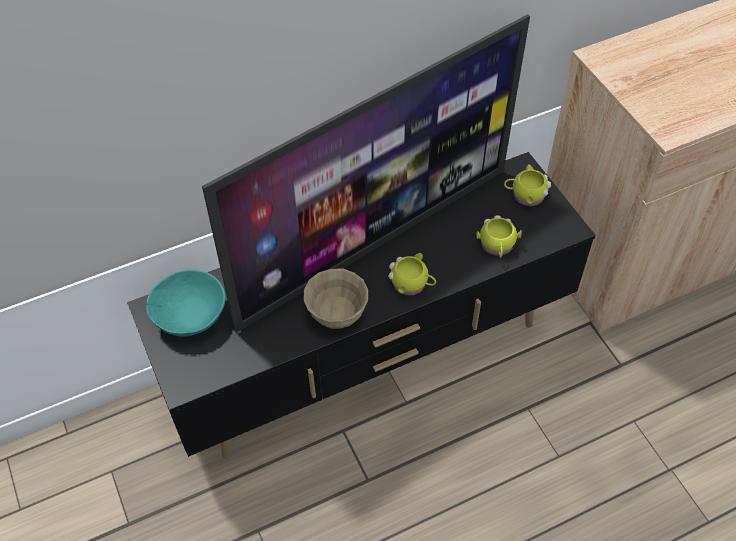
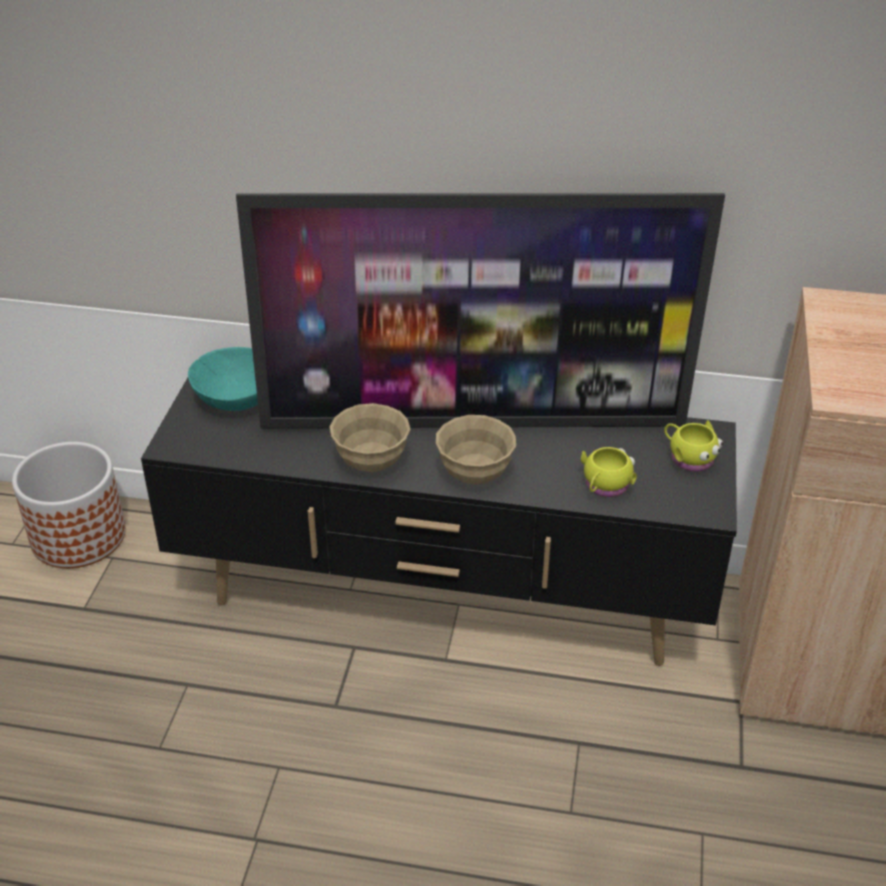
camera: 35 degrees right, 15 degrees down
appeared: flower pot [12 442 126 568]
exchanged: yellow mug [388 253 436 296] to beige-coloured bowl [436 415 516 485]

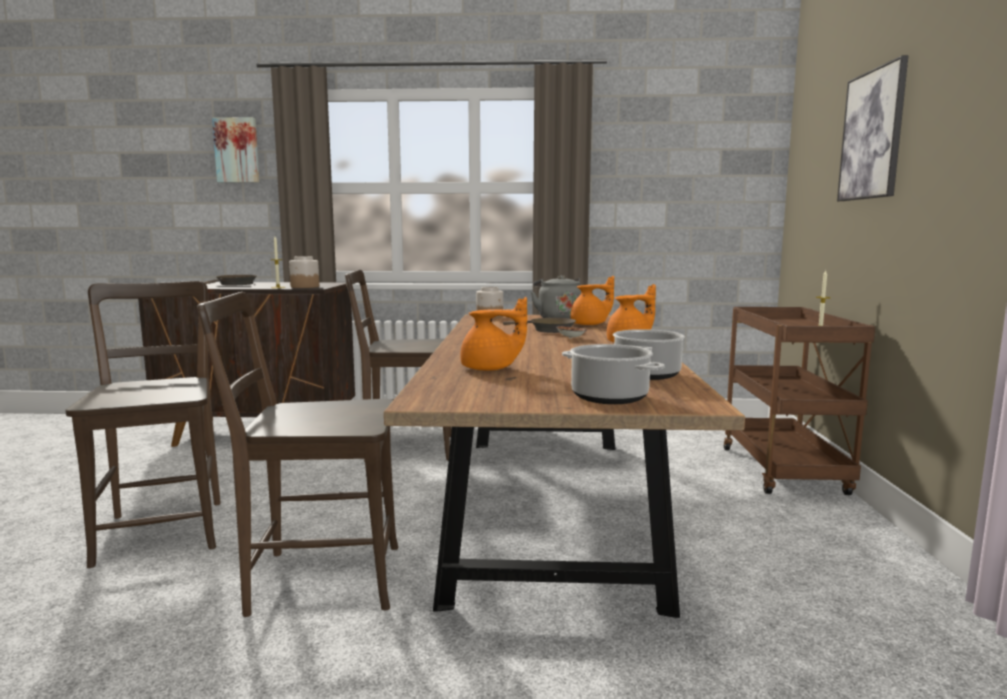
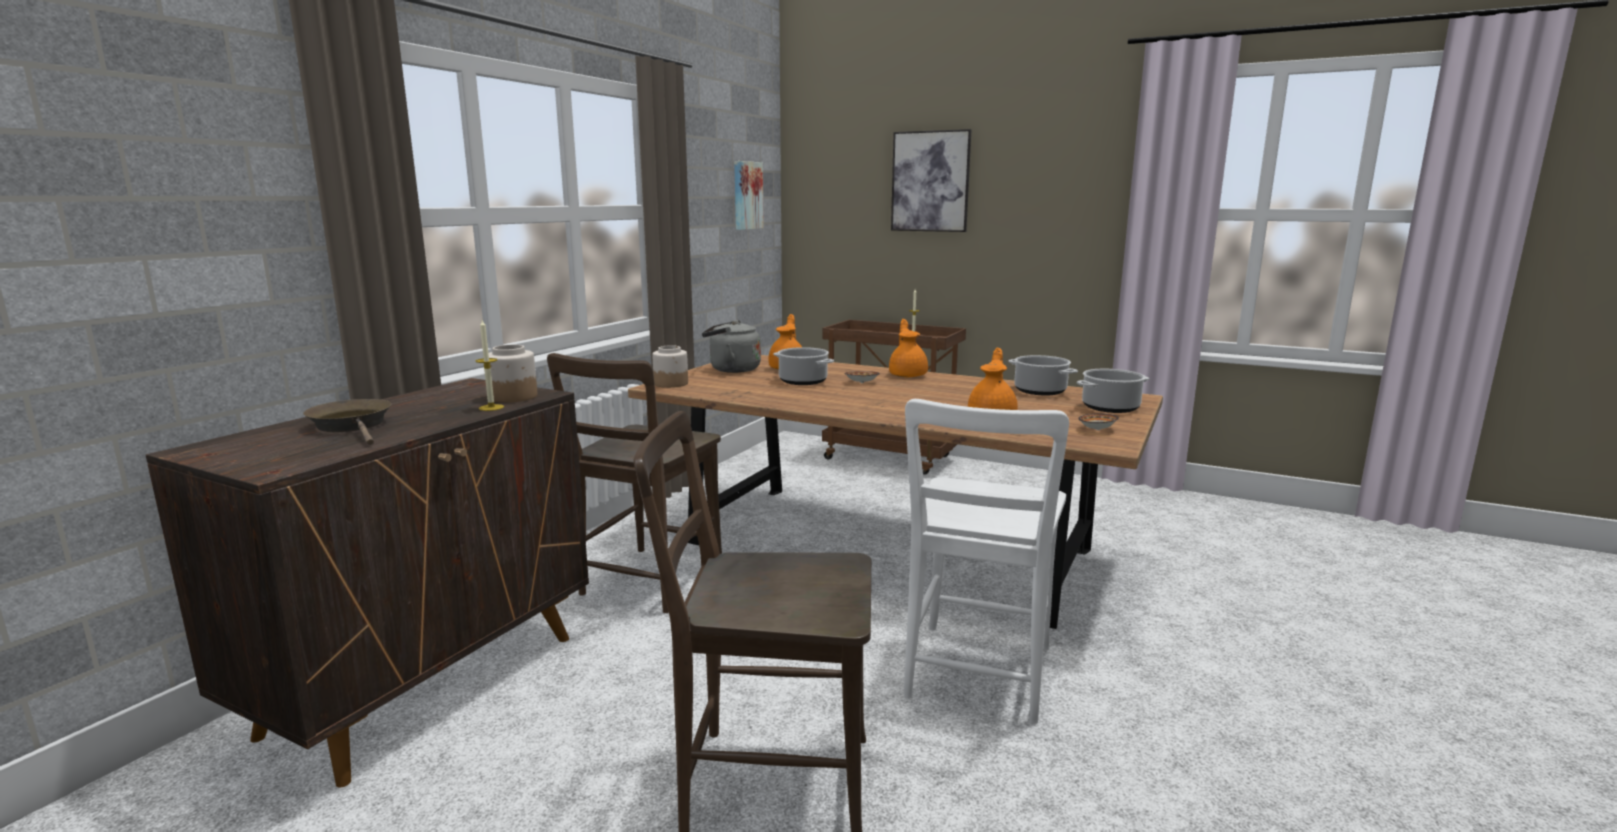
camera: 65 degrees left, 5 degrees up
appeared: bowl [1078 413 1119 430]
relocated: wall art [212 117 259 183] to [734 161 764 230]
exchanged: brownish pan [503 318 576 333] to cooking pot [774 347 834 385]
colour: brownish upright chair [197 292 398 617] to white-coloured upright chair [904 399 1069 724]

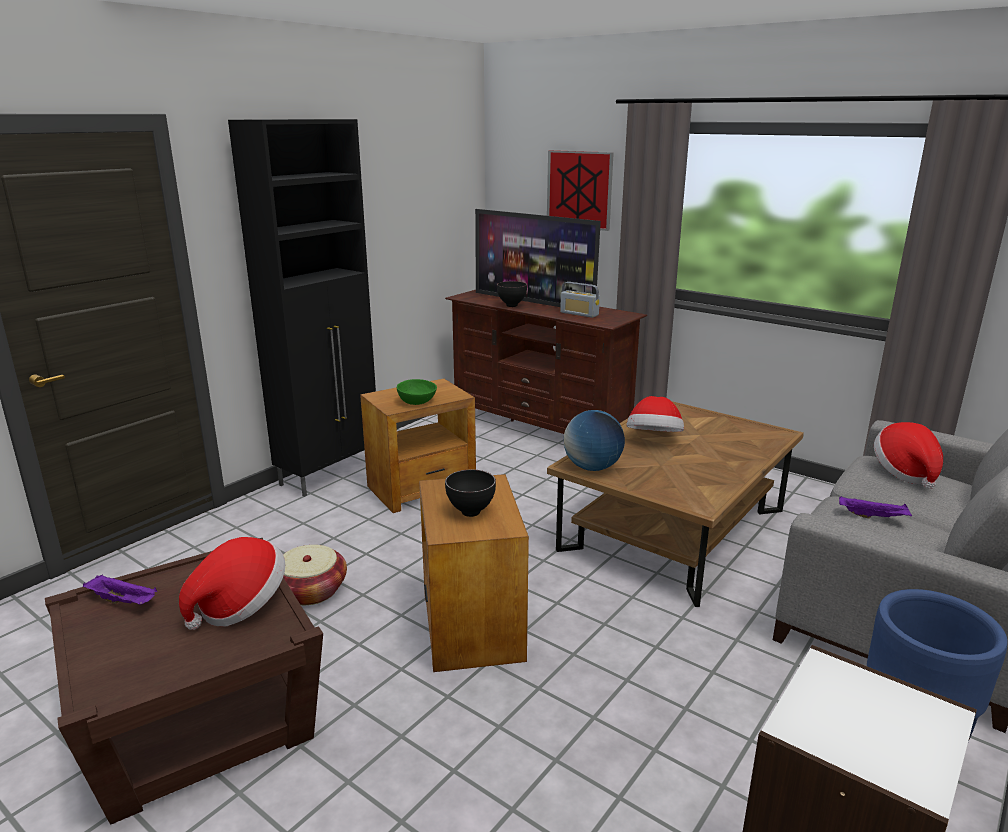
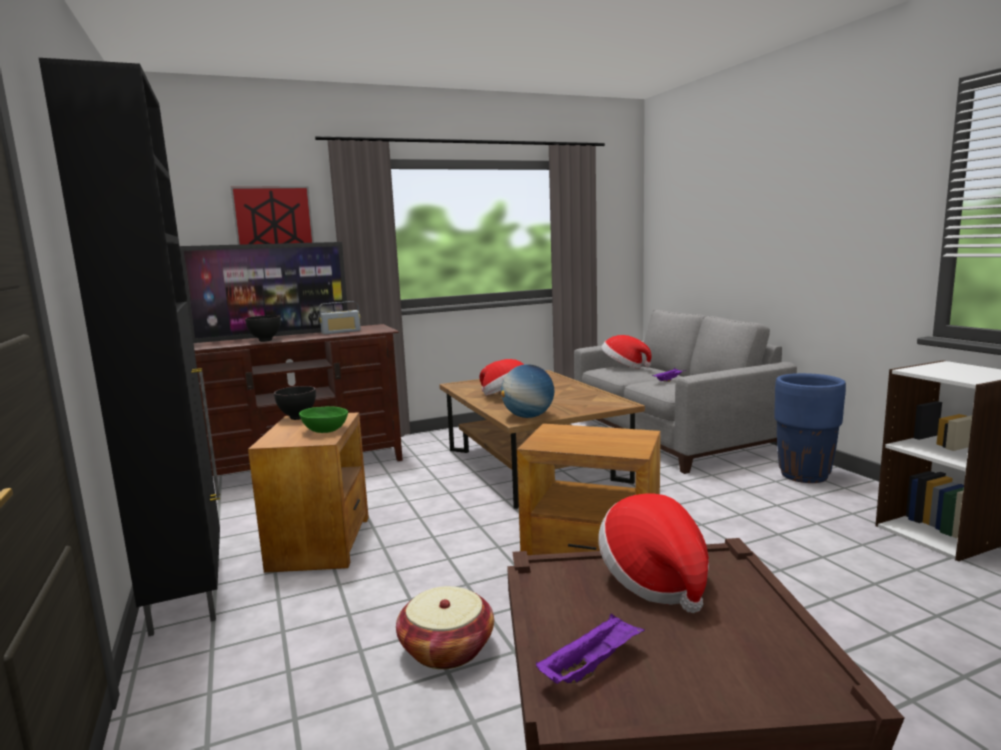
camera: 60 degrees left, 10 degrees down
relocated: black bowl [445 469 496 517] to [274 386 316 420]

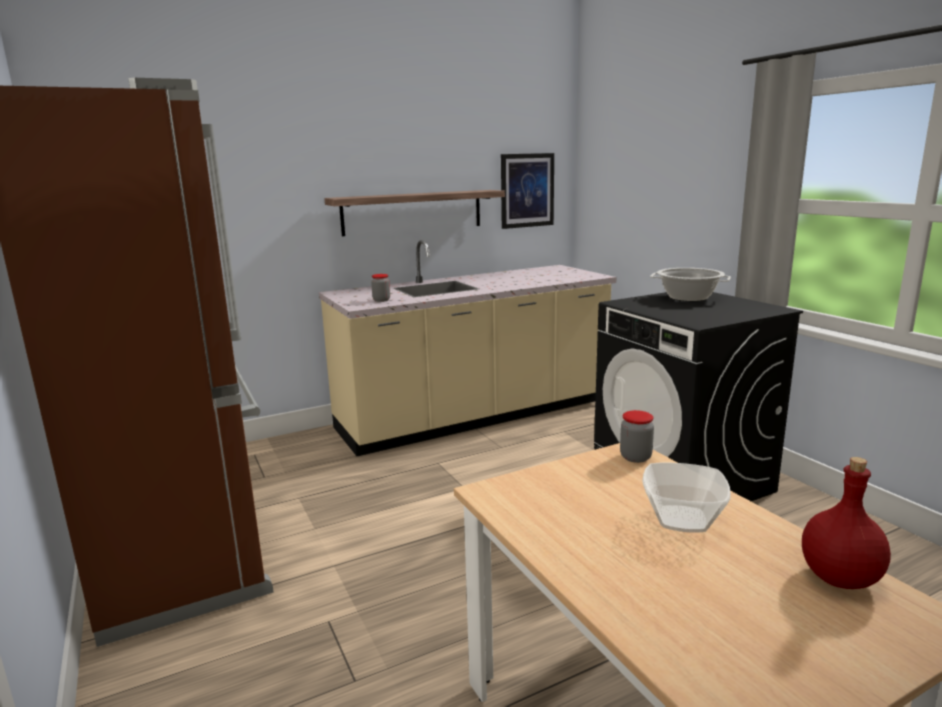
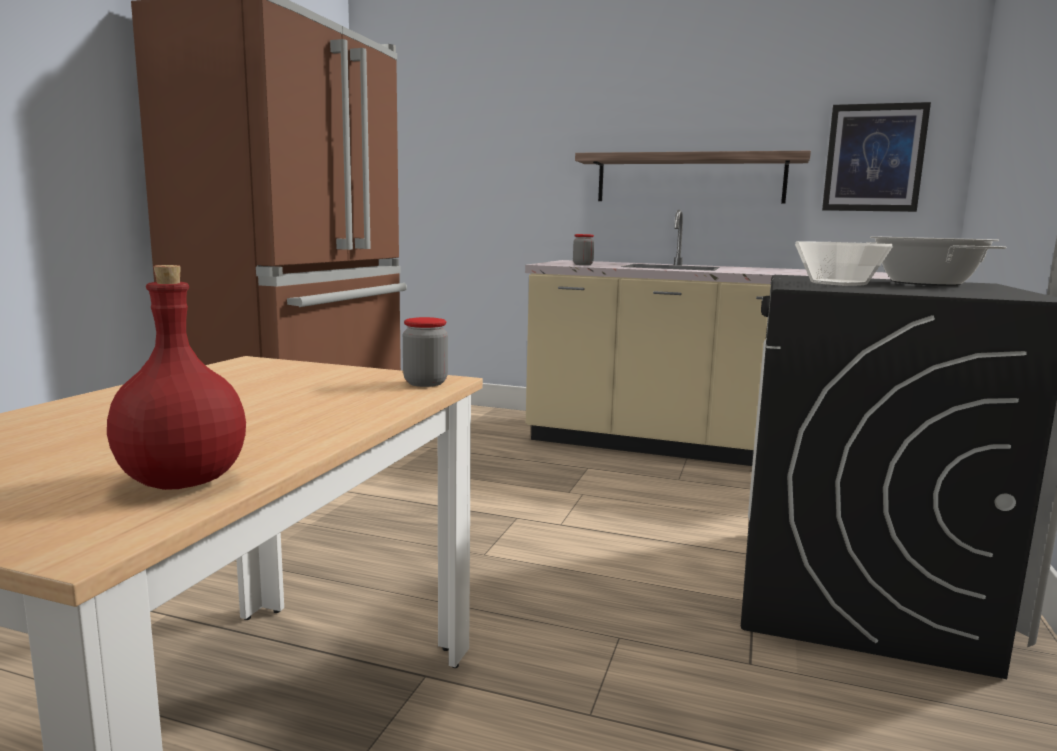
camera: 45 degrees right, 5 degrees down
relocated: bowl [642 463 731 532] to [795 241 893 286]

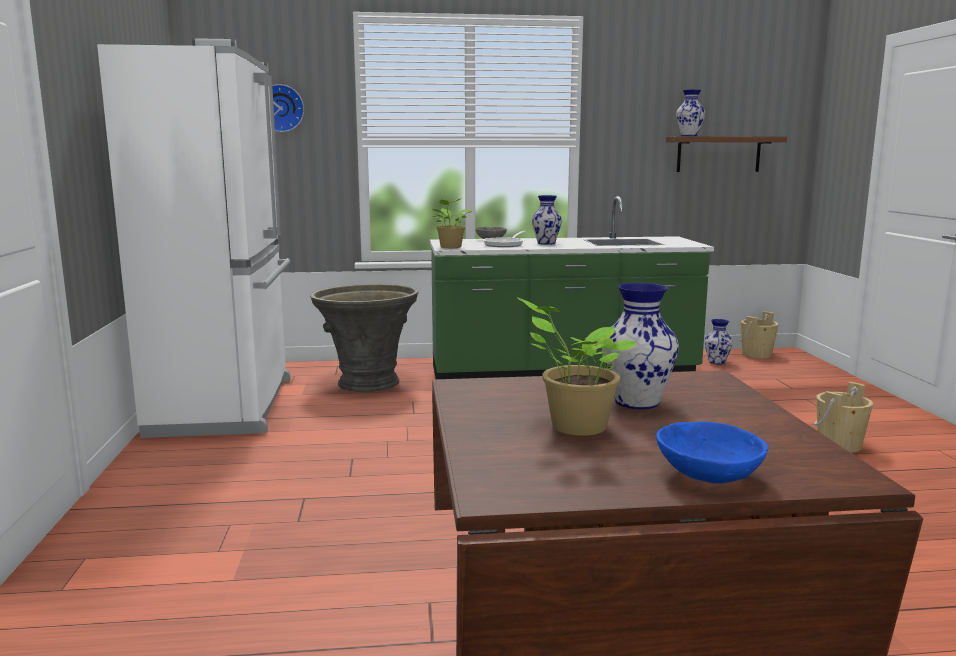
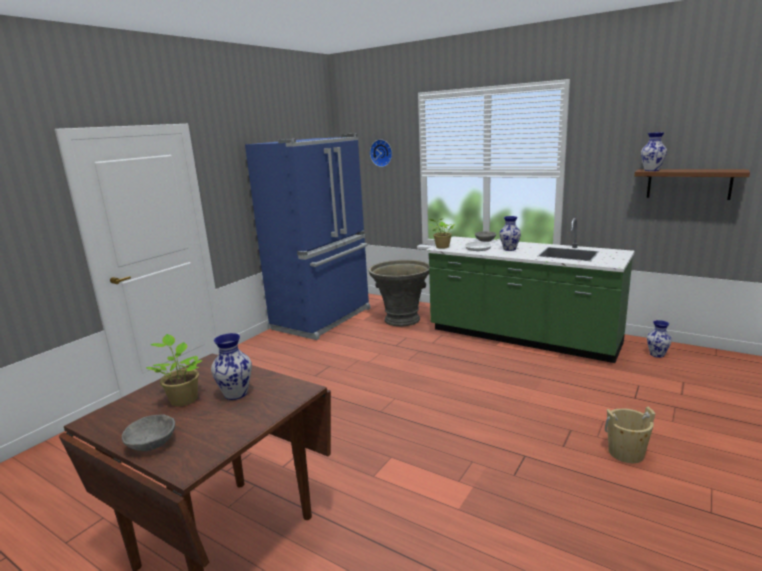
camera: 40 degrees right, 5 degrees up
missing: beige-coloured pail [740 311 779 358]
colour: blue-coloured bowl [656 421 768 483] to greyish bowl [122 414 175 451]; white-coloured fridge [97 38 290 438] to blue-coloured fridge [245 134 371 340]

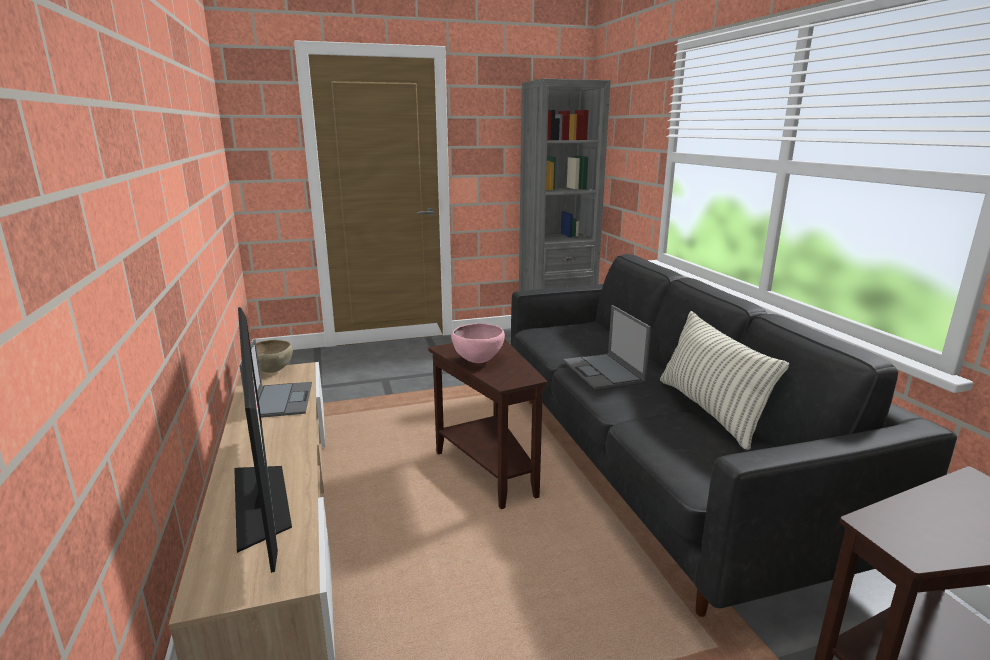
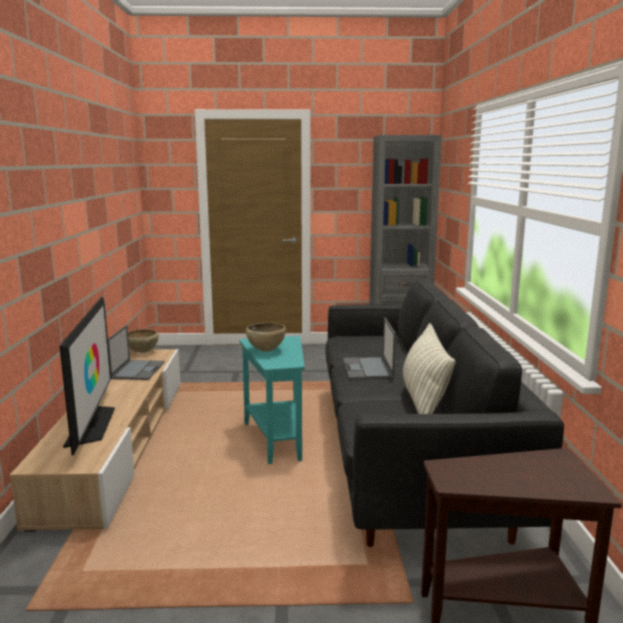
camera: 15 degrees right, 5 degrees down
colour: brownish end table [428 338 547 509] to blue-green end table [239 336 305 464]; pinkish bowl [451 323 505 363] to brownish bowl [246 323 286 352]

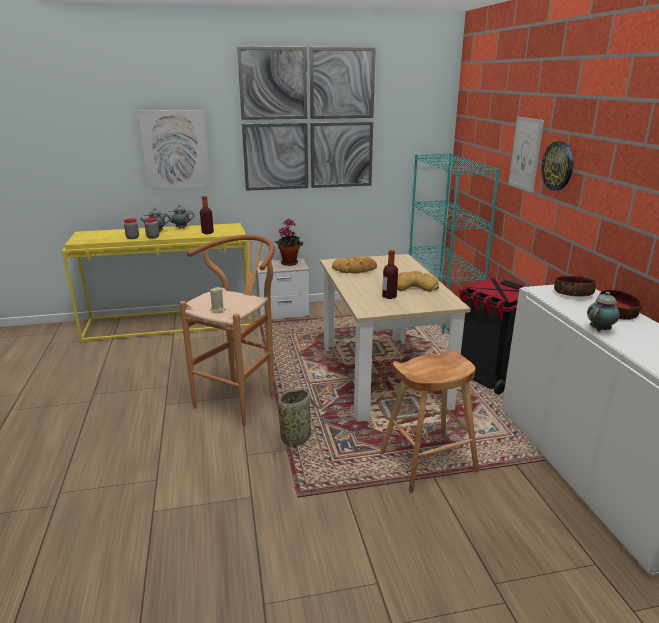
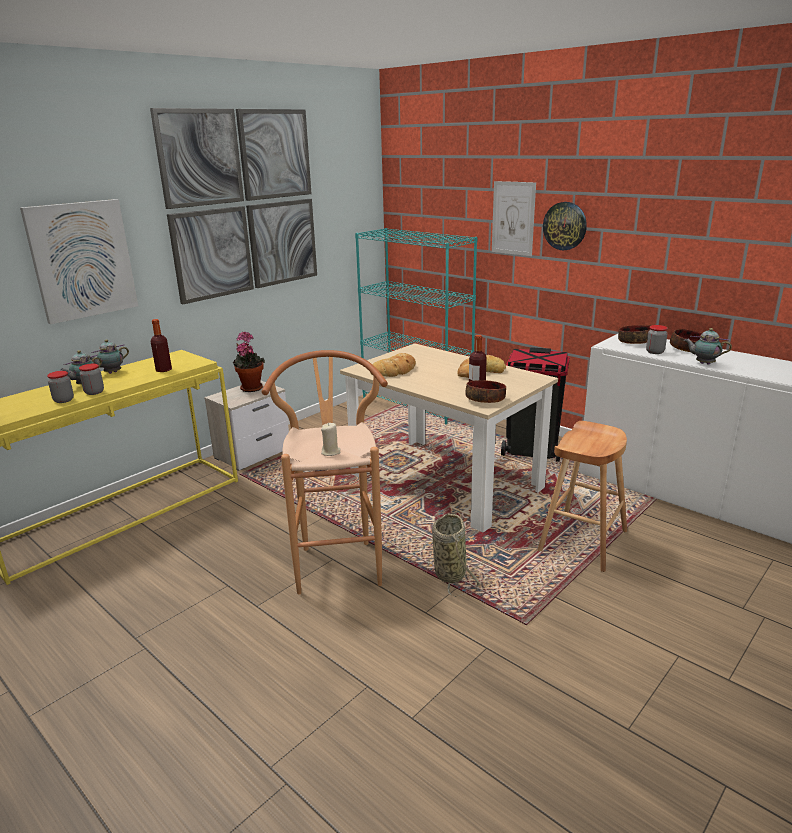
camera: 35 degrees left, 0 degrees up
appeared: bowl [465 380 506 403]; preserve jar [646 325 668 354]
spun: pot for tea [587 292 620 331] = [684 328 732 365] 75 degrees counterclockwise

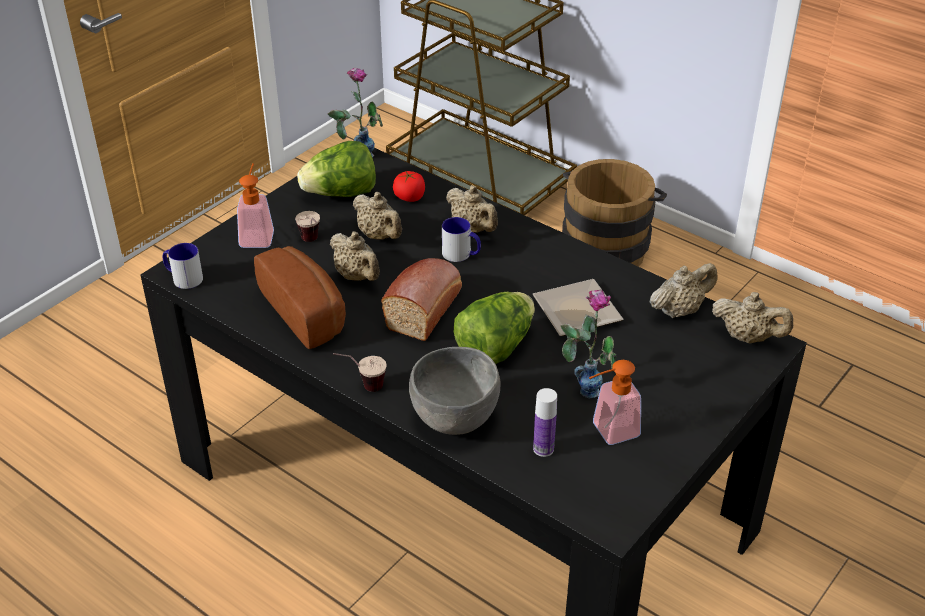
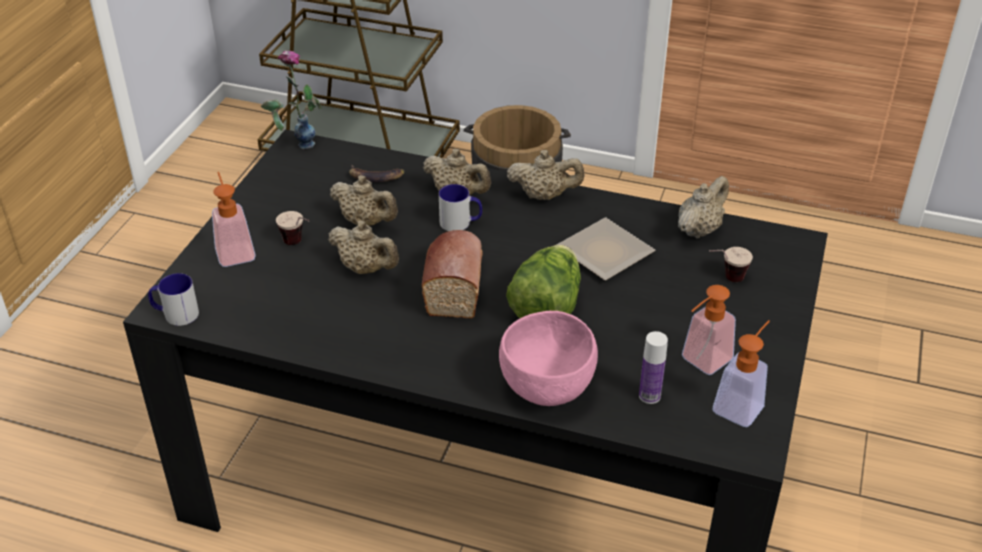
camera: 20 degrees left, 0 degrees up
missing: bread [254 246 346 349]; head of lettuce [297 141 376 197]; decorative vase [561 289 616 398]
appeared: soap dispenser [712 320 770 427]
relocated: beige-coloured pot for tea [712 292 793 344] to [507 150 584 200]; drinking cup [333 353 387 392] to [709 247 753 282]
exchanged: tomato [393 171 425 202] to banana [349 165 405 182]
colour: greyish bowl [409 347 501 435] to pinkish bowl [499 311 598 406]

